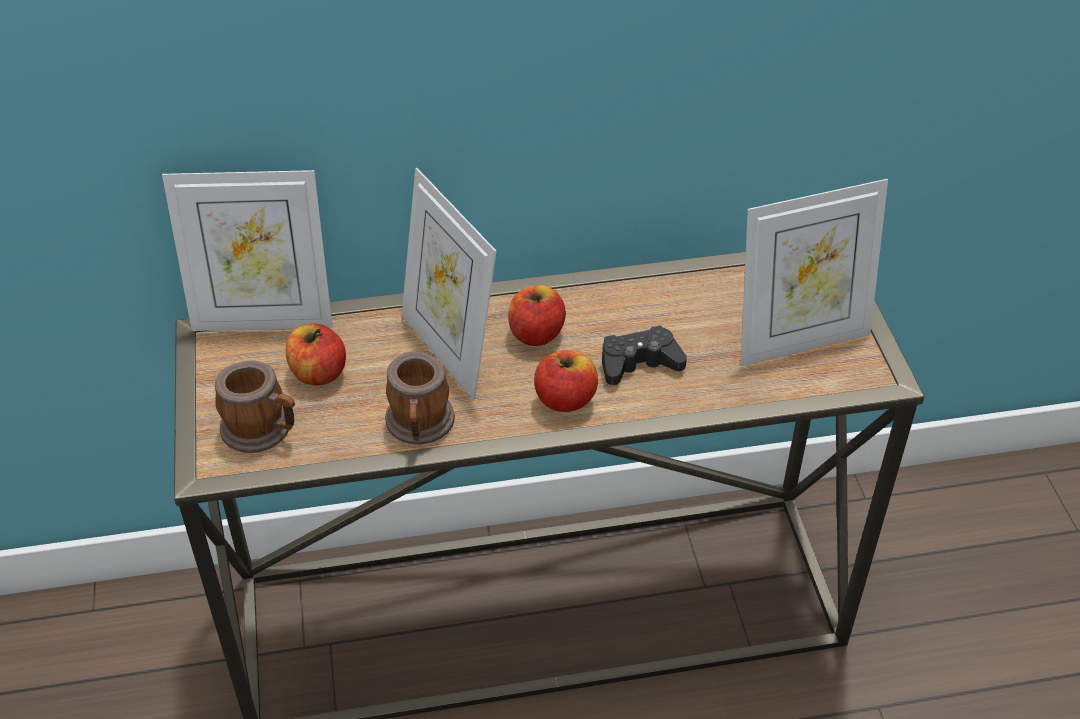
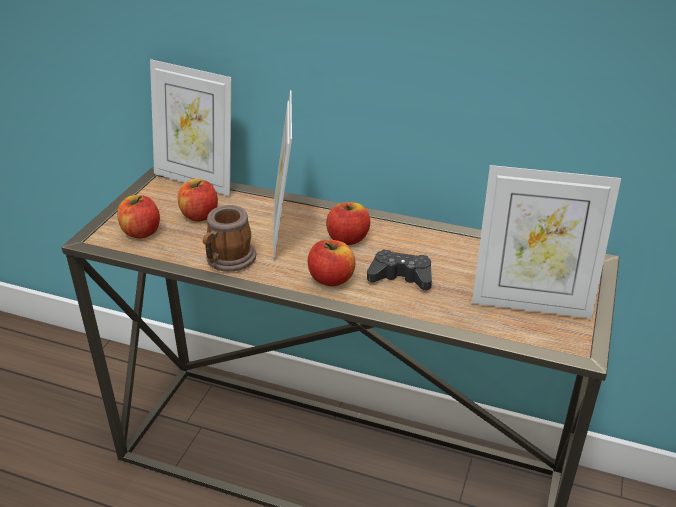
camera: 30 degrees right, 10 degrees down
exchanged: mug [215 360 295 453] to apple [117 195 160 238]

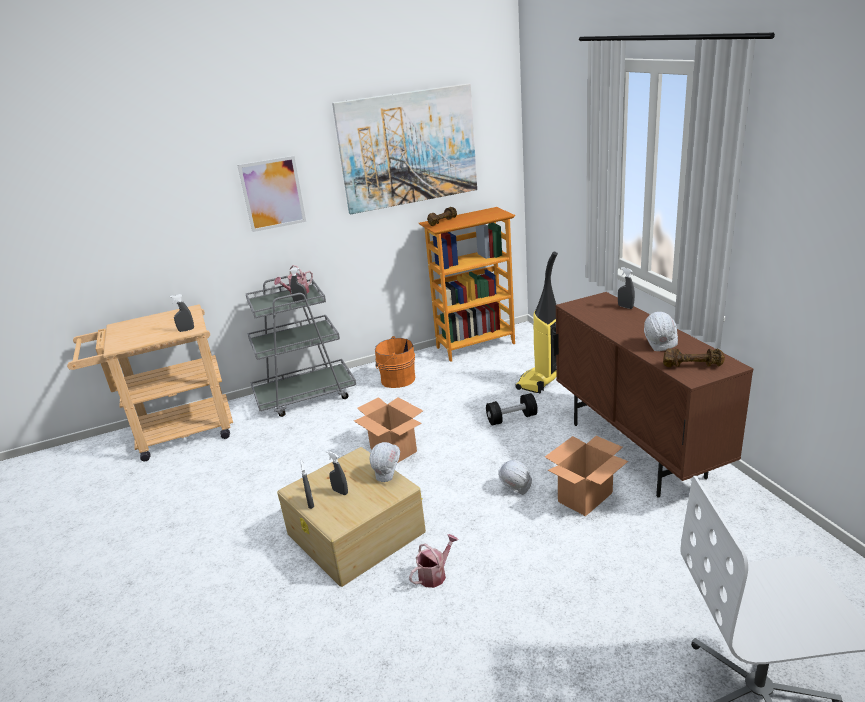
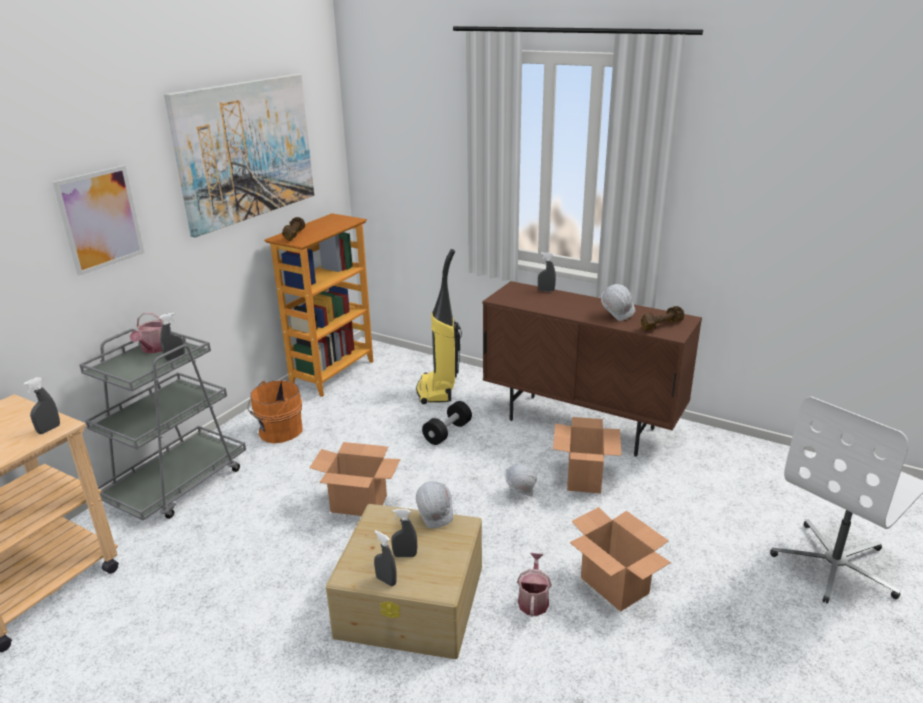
camera: 40 degrees left, 0 degrees up
appeared: carton [569 507 671 612]

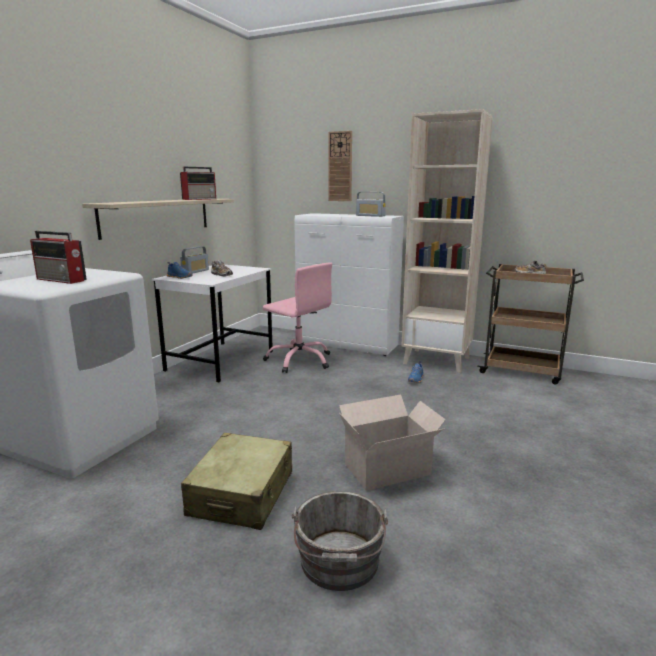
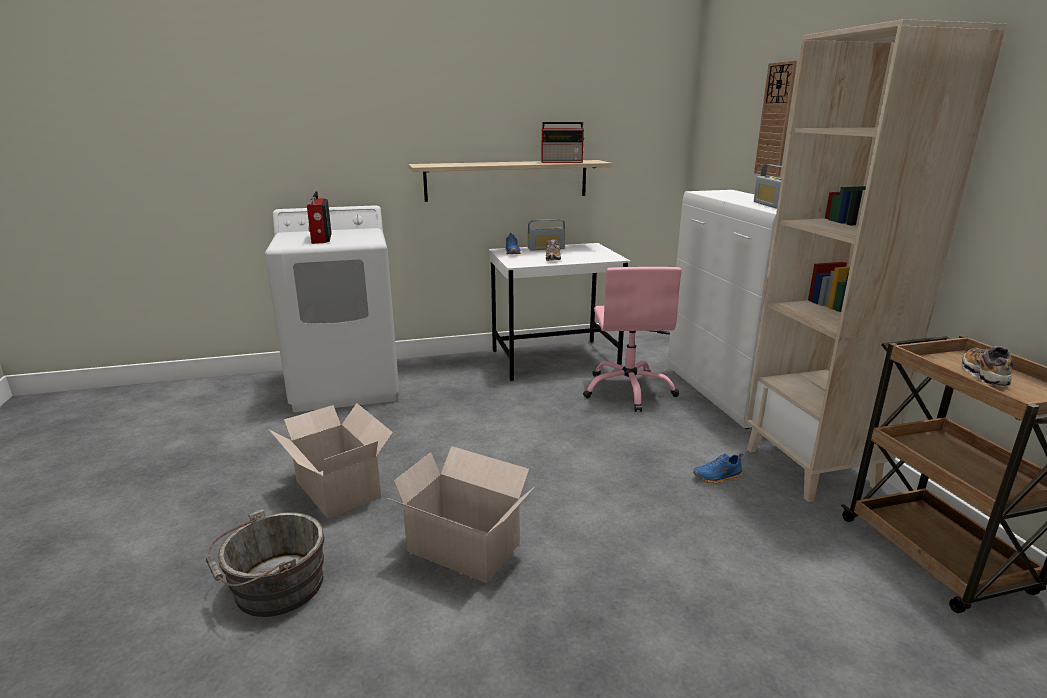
camera: 50 degrees right, 5 degrees up
exchanged: beige-coloured travel case [181 433 292 530] to carton [269 403 393 519]

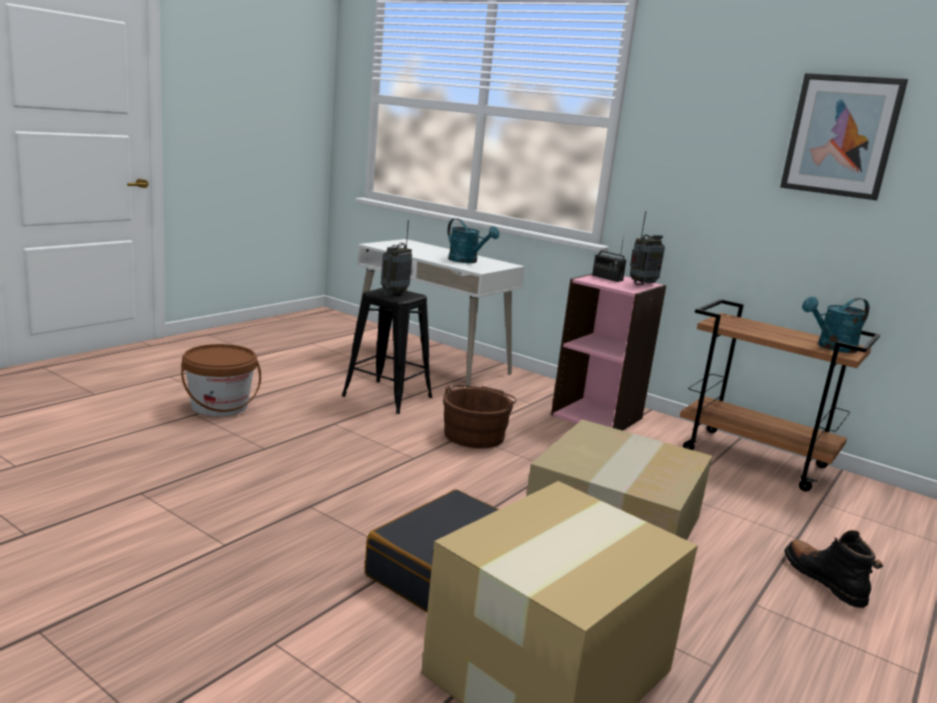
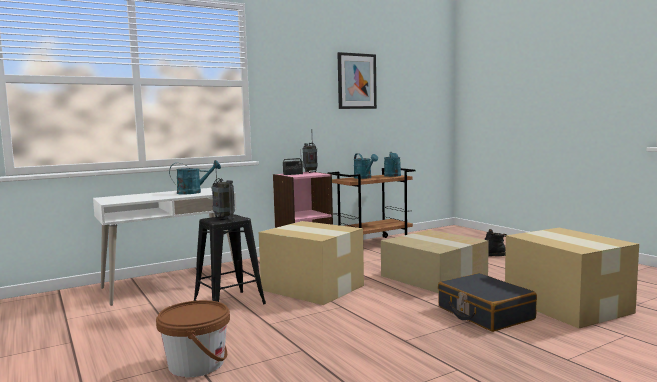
camera: 65 degrees left, 10 degrees down
appeared: blue-green sprinkling can [354 153 378 179]
exchanged: brownish pail [443 385 517 448] to carton [259 221 364 305]

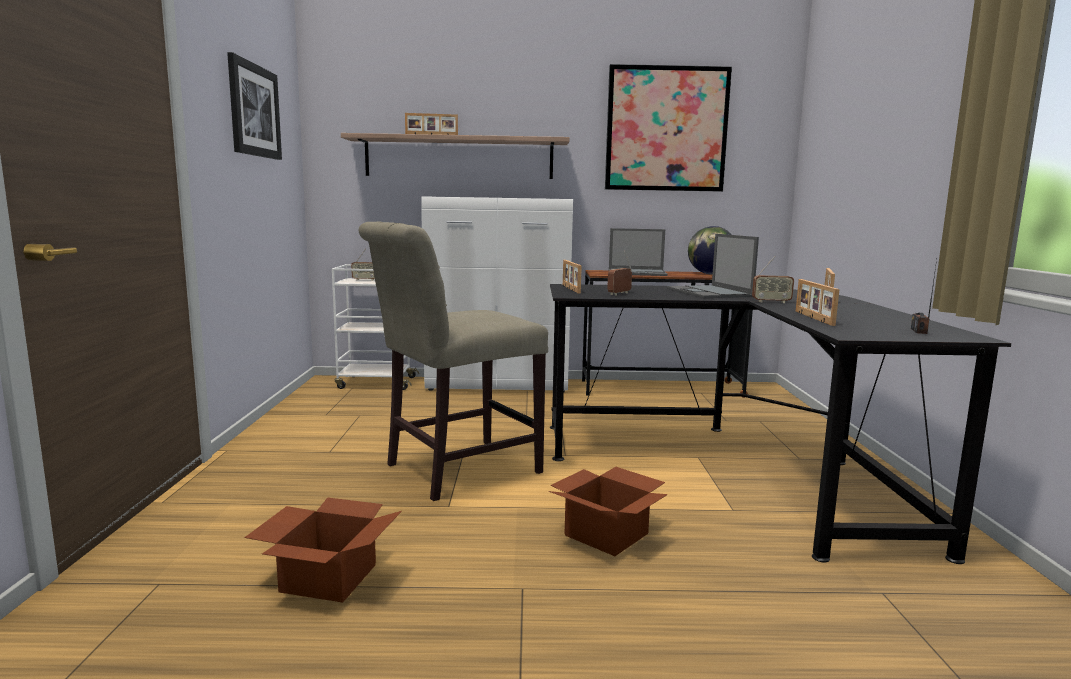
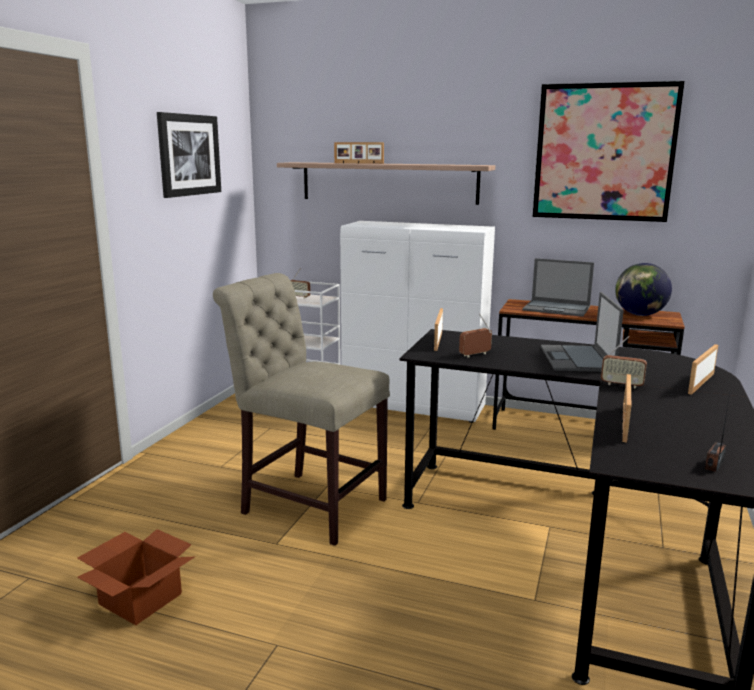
camera: 20 degrees right, 5 degrees up
missing: carton [549 467 668 556]
spun: beige-coloured upright chair [359 221 548 501] = [213 273 390 546] 45 degrees clockwise

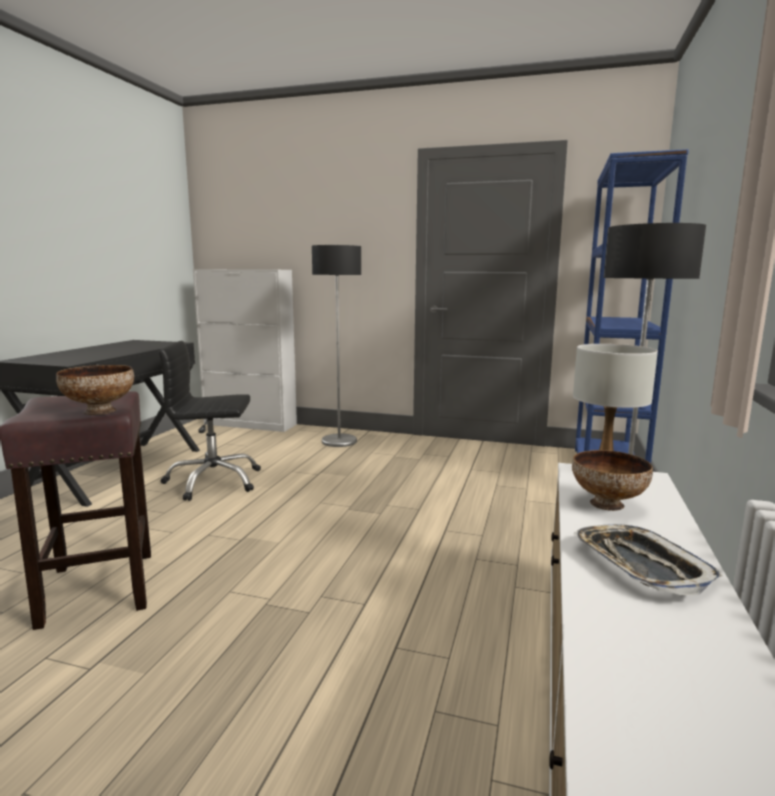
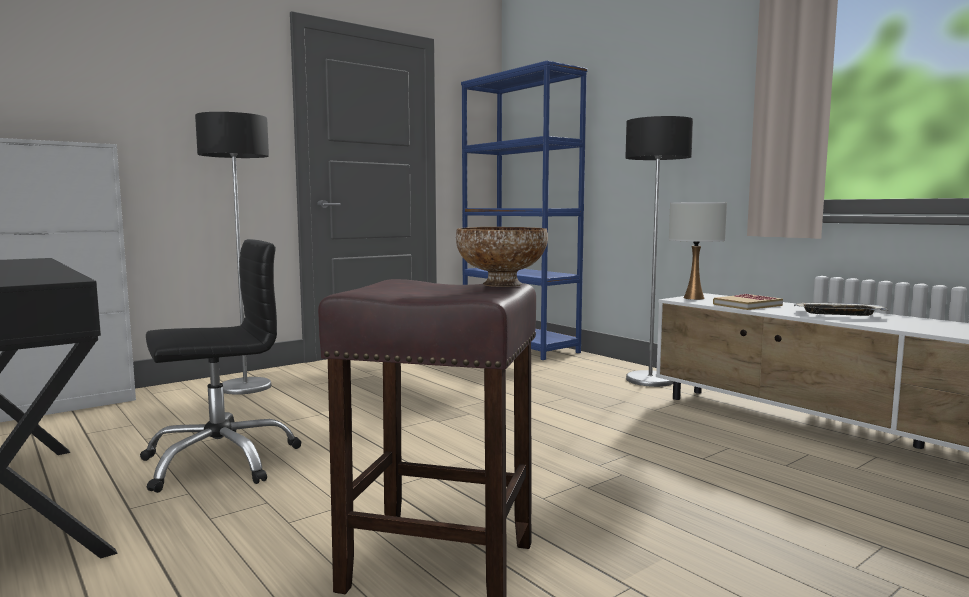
camera: 55 degrees left, 5 degrees down
exchanged: bowl [572 450 653 511] to book [713 294 783 310]
spun: black office chair [159 341 261 501] = [140 239 302 493] 150 degrees counterclockwise

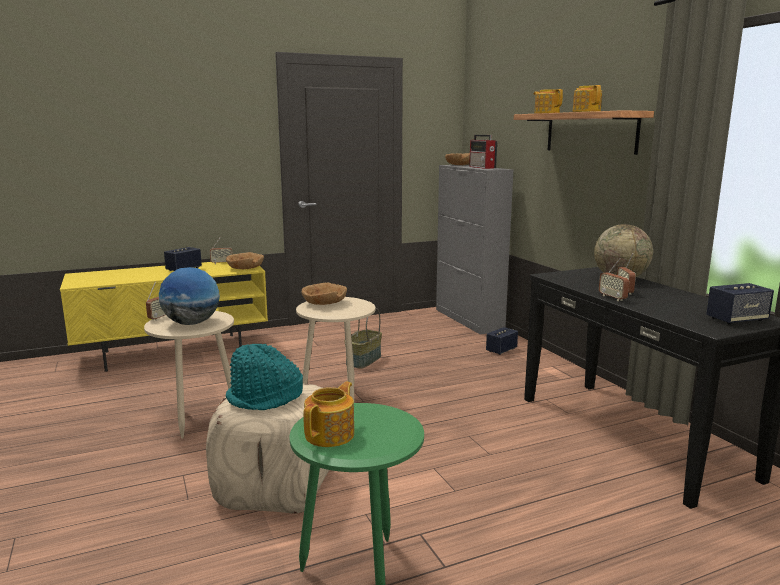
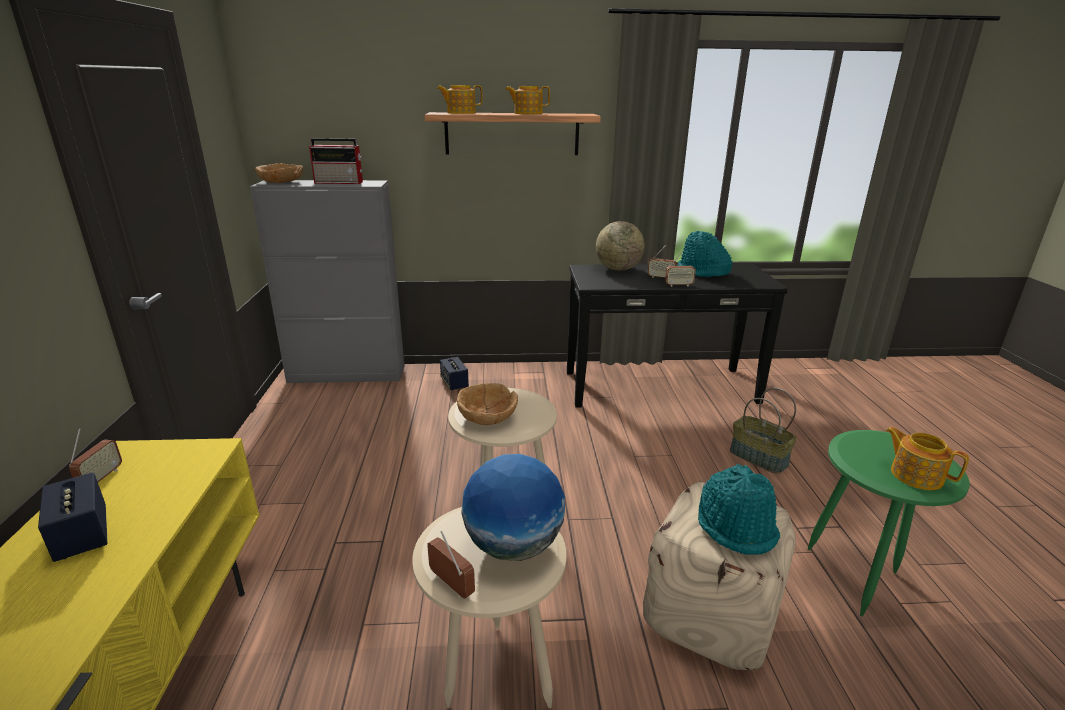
camera: 70 degrees left, 10 degrees up
missing: brownish bowl [226 252 264 269]; speaker [706 283 774 325]
appeared: blue-green wearable hat [677 231 732 277]
relocated: storage basket [344 308 382 369] to [730 388 797 474]

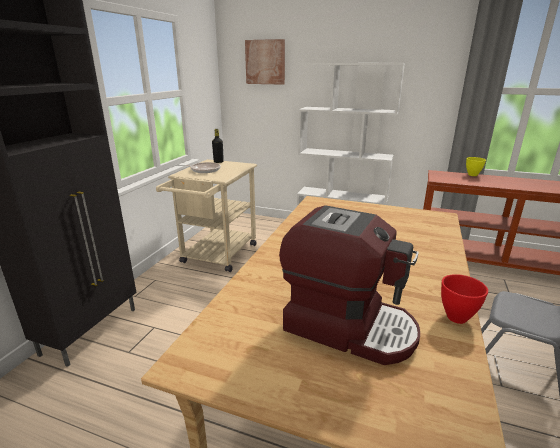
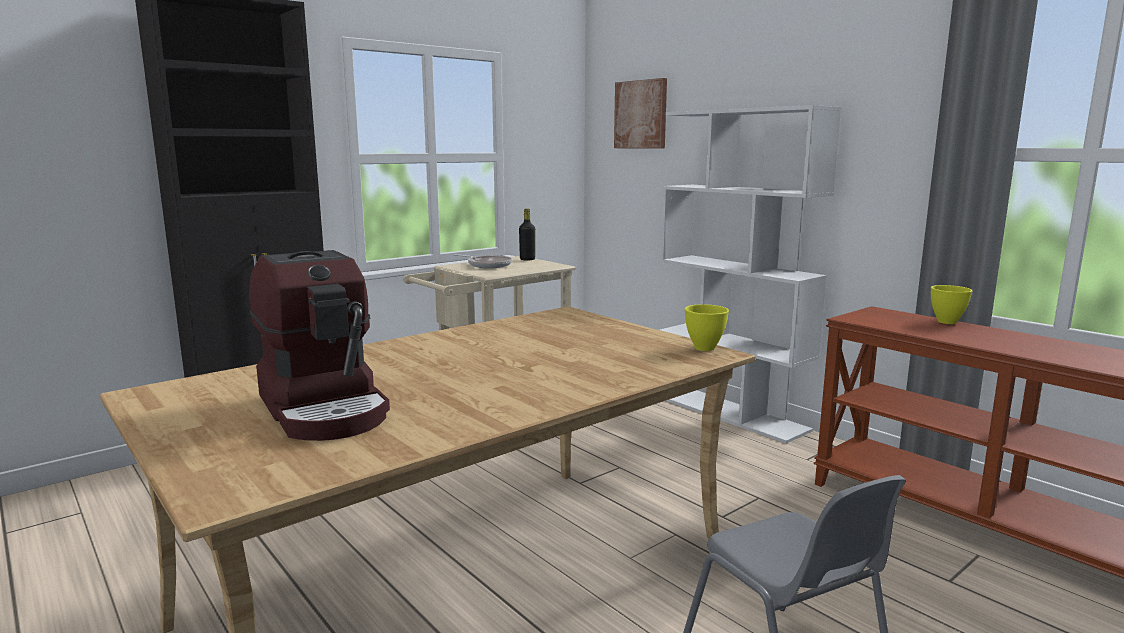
camera: 30 degrees right, 10 degrees down
missing: red bowl [441 274 488 324]
appeared: yellow bowl [685 304 729 351]

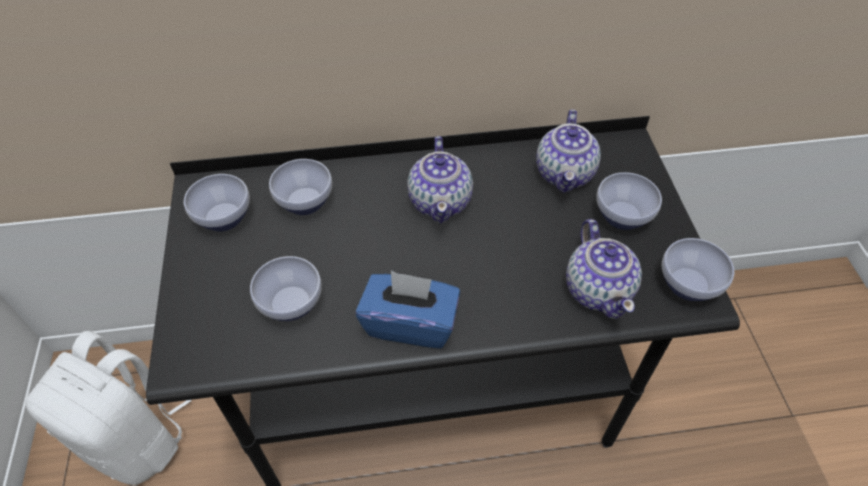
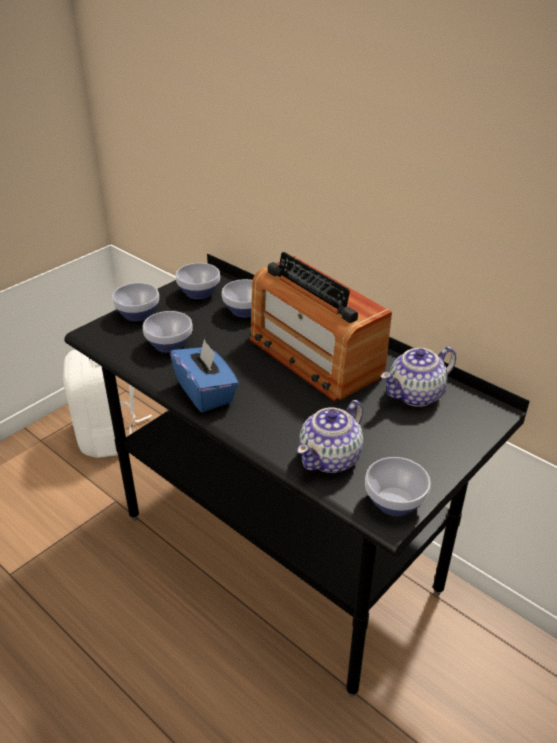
camera: 50 degrees right, 15 degrees down
relocated: bowl [596 172 662 230] to [112 283 159 321]
exchanged: pot for tea [407 136 473 223] to radio set [250 252 392 402]

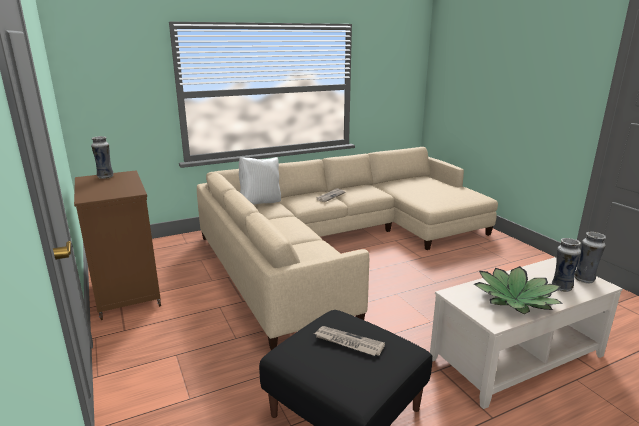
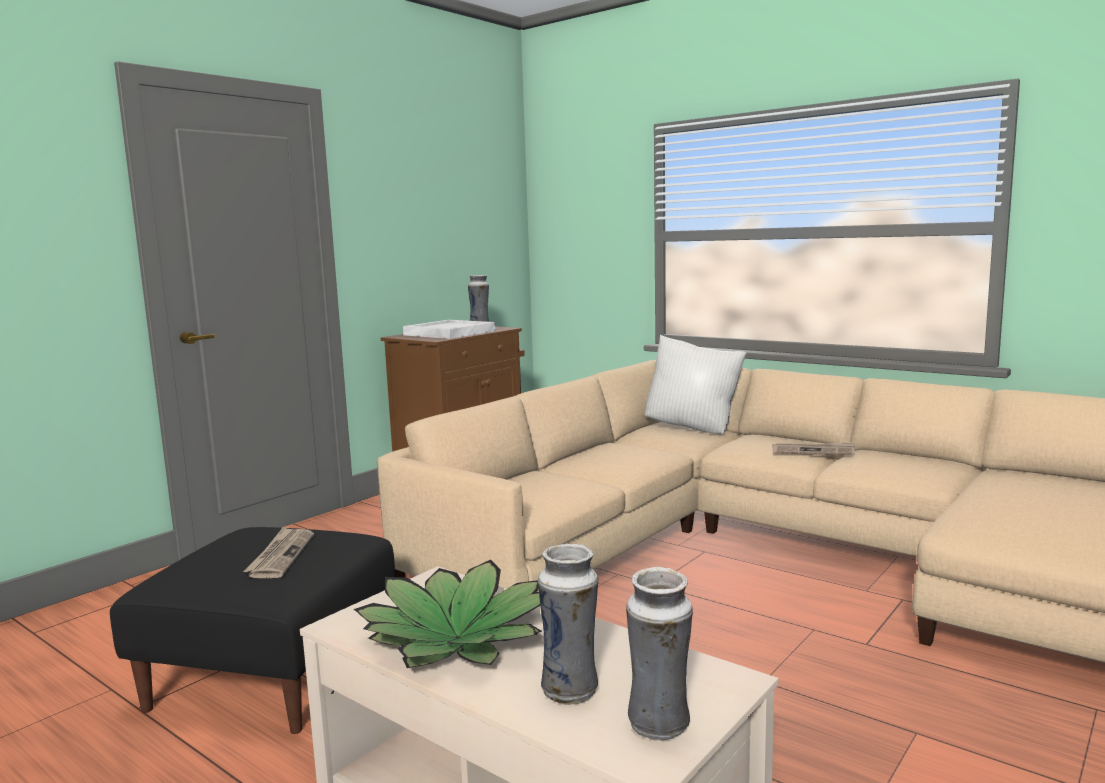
camera: 65 degrees right, 10 degrees down
appeared: white-coloured serving tray [403 320 495 339]

